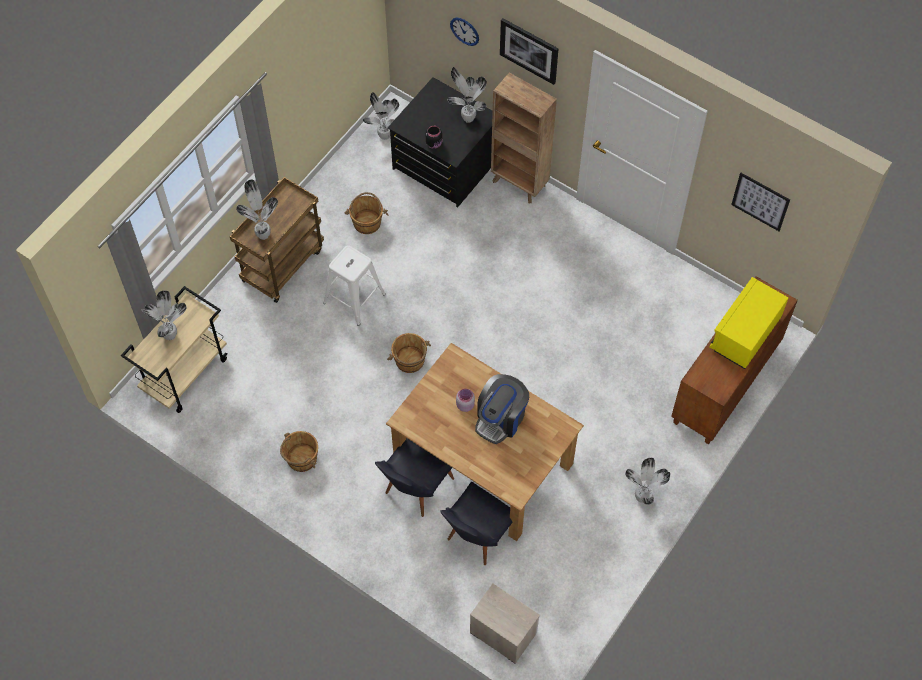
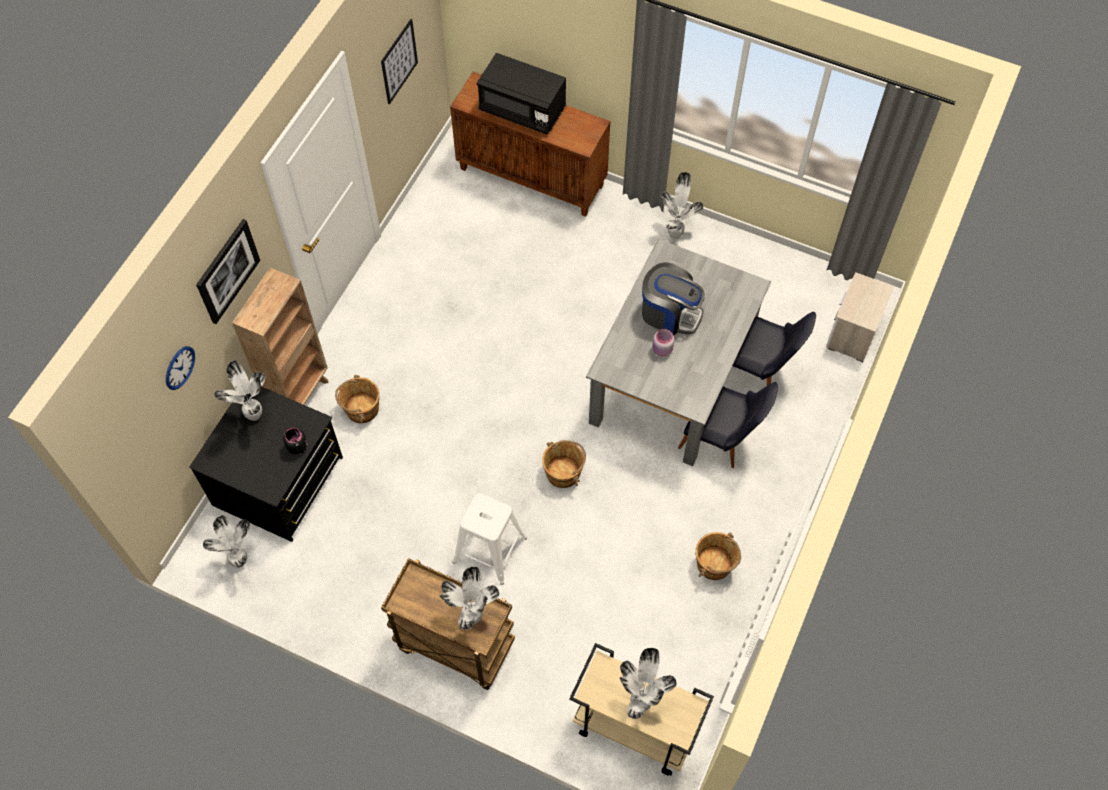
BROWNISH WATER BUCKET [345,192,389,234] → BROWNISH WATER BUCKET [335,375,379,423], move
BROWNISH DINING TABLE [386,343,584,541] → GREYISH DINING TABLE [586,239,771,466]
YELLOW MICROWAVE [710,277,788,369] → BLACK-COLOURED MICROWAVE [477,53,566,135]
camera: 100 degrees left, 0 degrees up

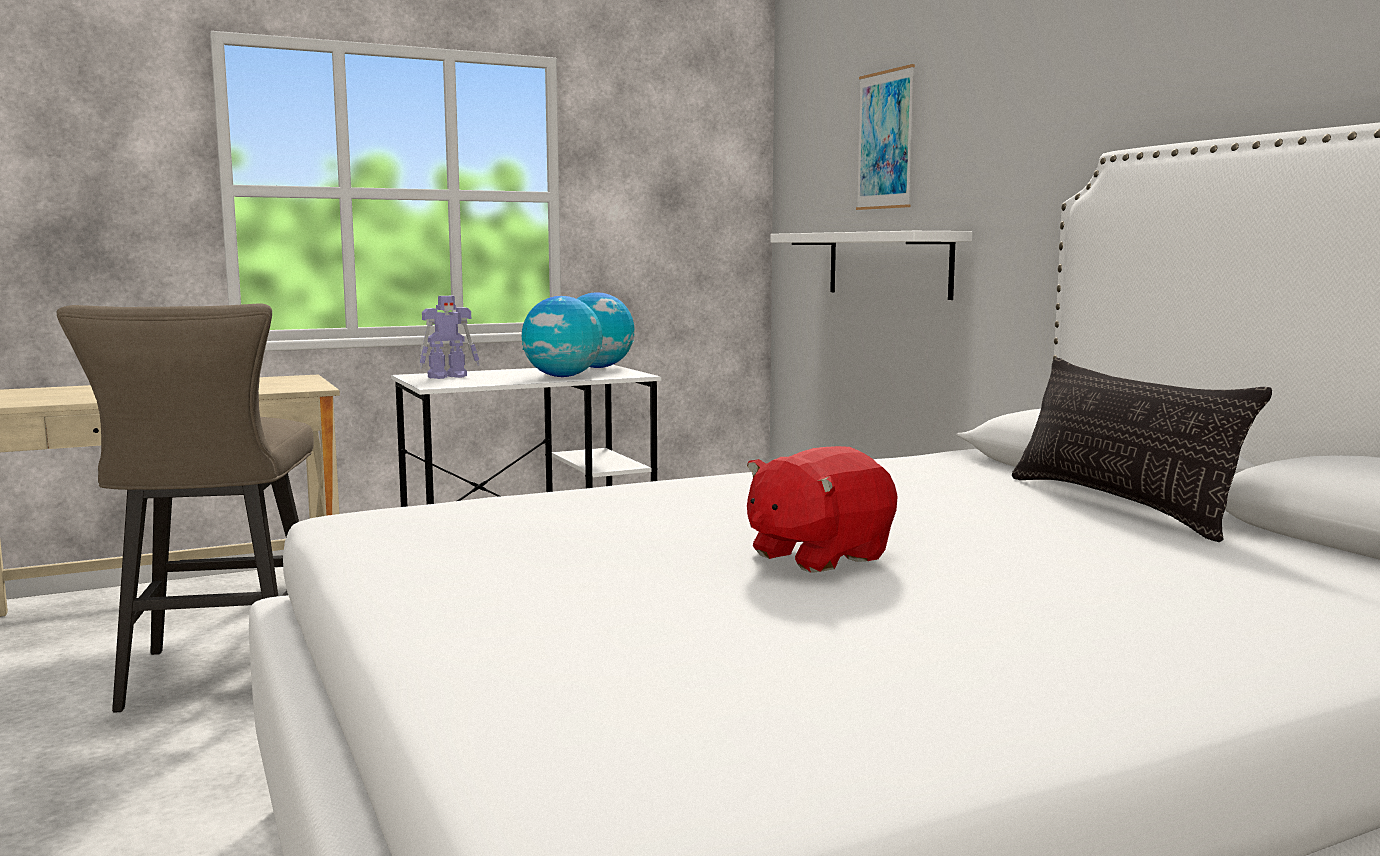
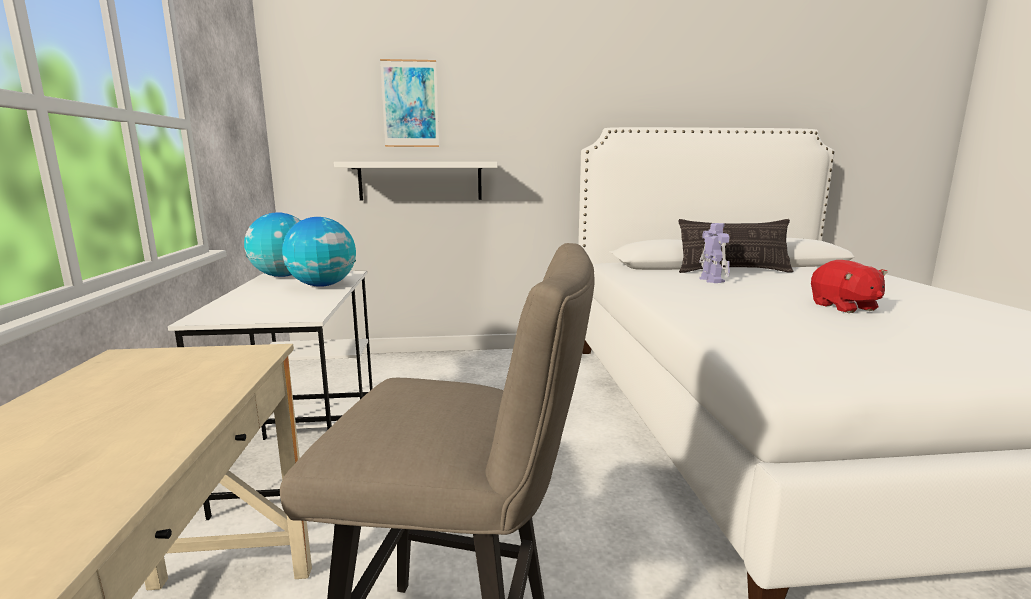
TOY ROBOT [419,296,479,379] → TOY ROBOT [699,223,730,283], move
camera: 70 degrees left, 5 degrees up

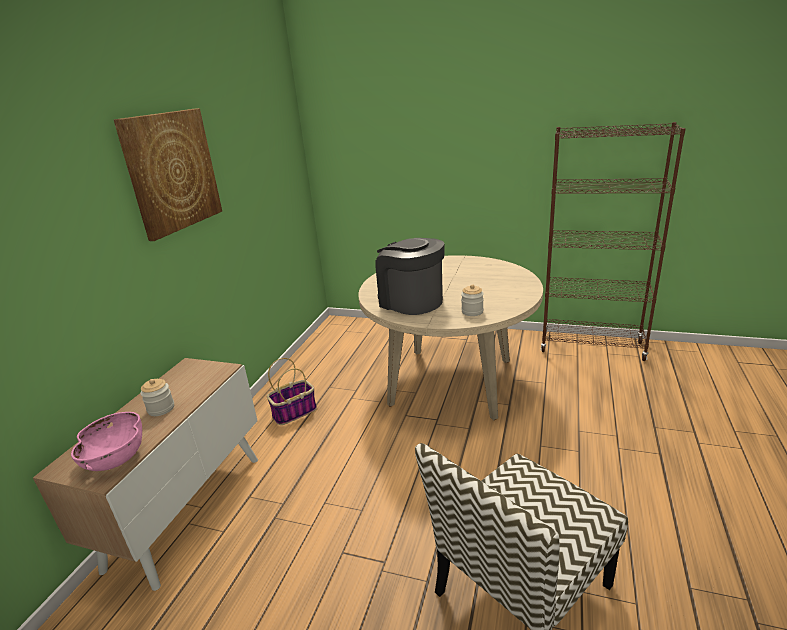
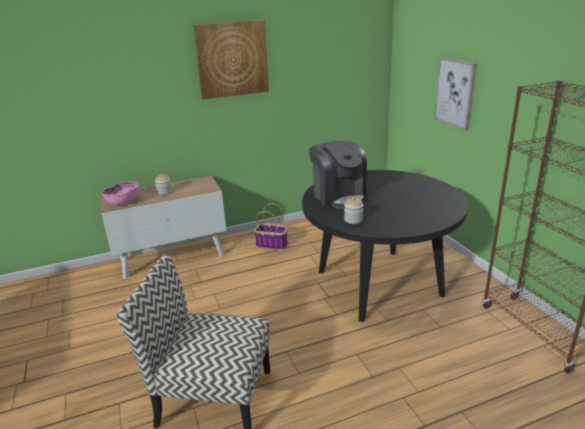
- → PICTURE [434,57,477,131]
BEIGE DINING TABLE [358,255,543,421] → BLACK-COLOURED DINING TABLE [302,170,468,322]
COFFEE MAKER [375,238,445,315] → COFFEE MAKER [309,141,367,208], 150 degrees clockwise
camera: 50 degrees right, 0 degrees up

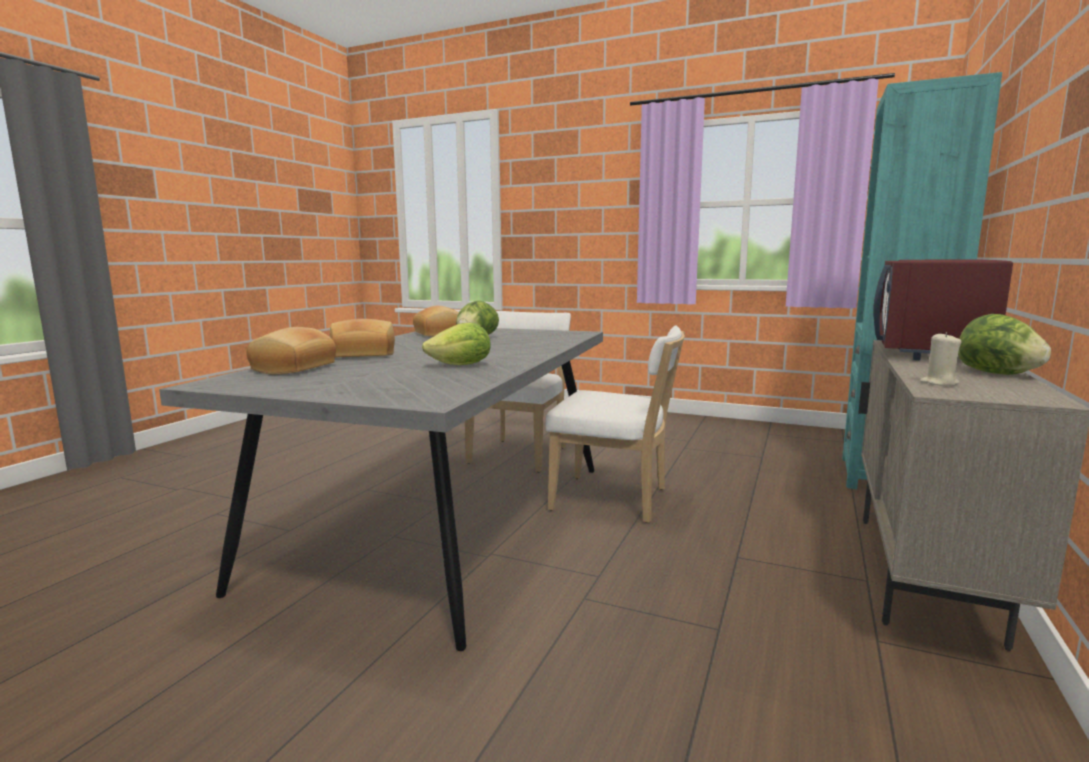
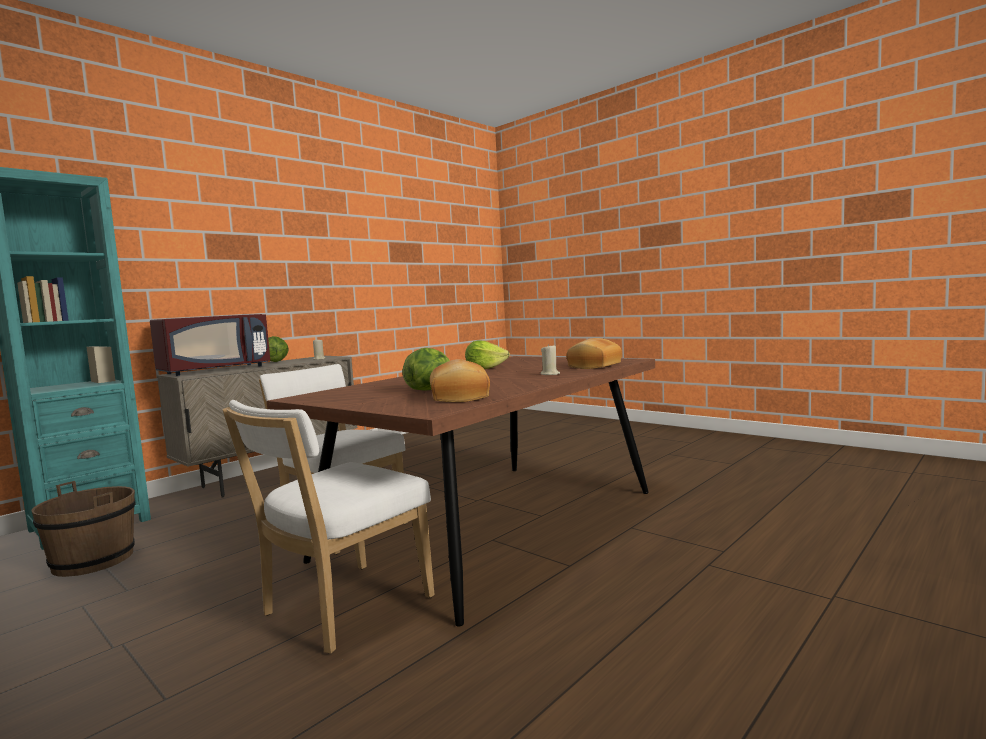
- → BROWNISH WATER BUCKET [32,481,135,577]
BAKED BREAD [330,319,395,357] → BEIGE WAX CANDLE [540,344,560,375]
GREYISH DINING TABLE [159,328,603,651] → BROWNISH DINING TABLE [267,356,655,627]
camera: 160 degrees left, 5 degrees down

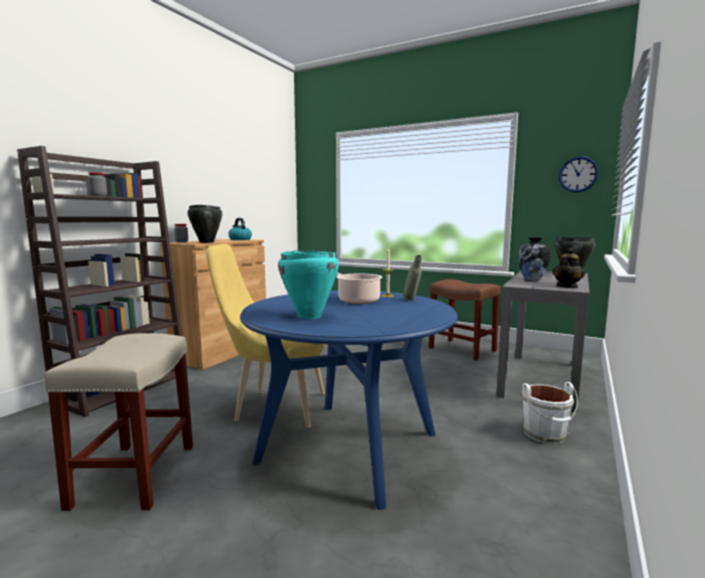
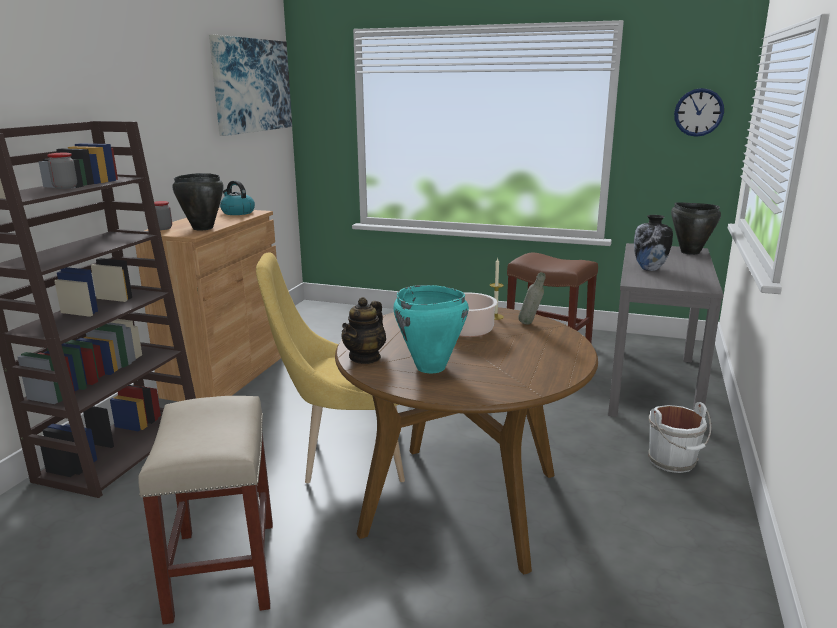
- → PICTURE [209,35,292,136]
POT FOR TEA [552,248,585,288] → POT FOR TEA [341,297,386,364], move
BLUISH DINING TABLE [240,290,458,510] → BROWNISH DINING TABLE [335,307,598,574]
camera: 10 degrees left, 10 degrees up

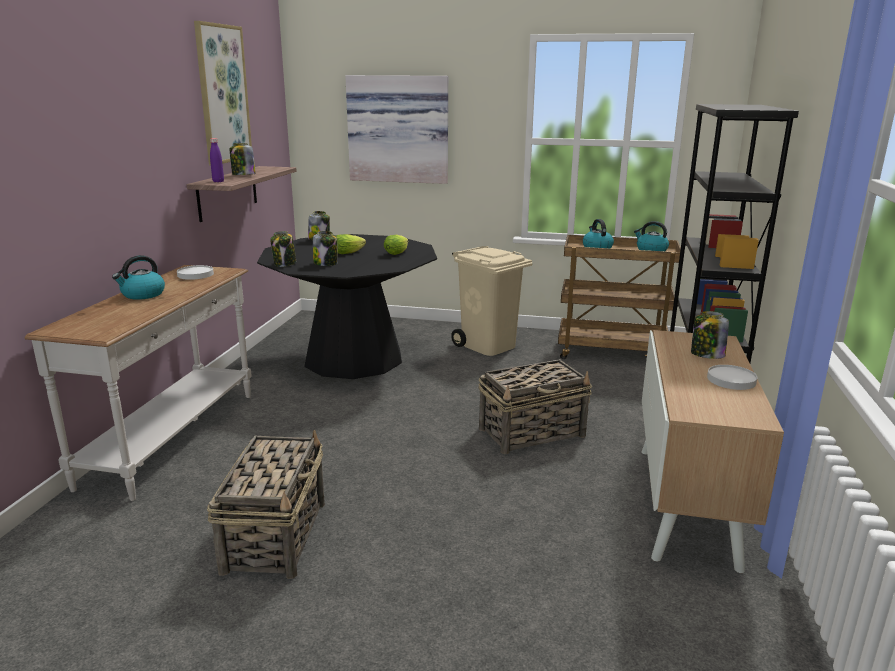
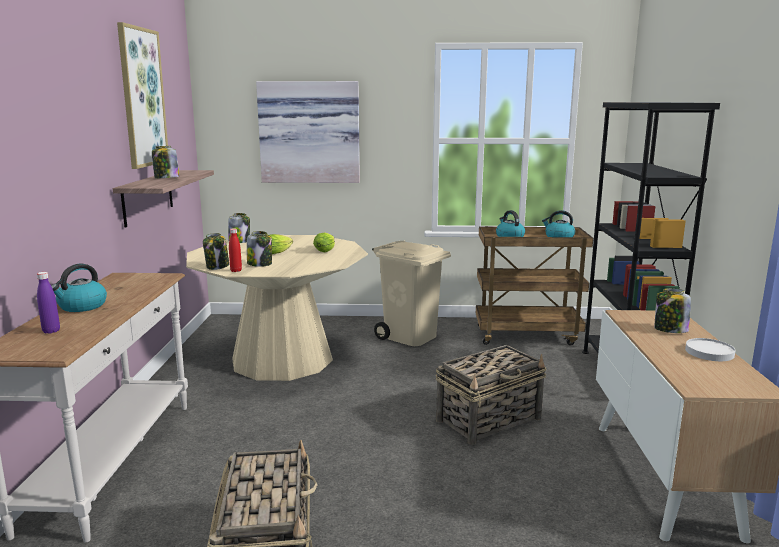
WHITISH DINNER PLATE [177,265,214,280] → -
- → RED DRINK BOTTLE [229,228,242,272]
PURPLE DRINK BOTTLE [210,138,224,182] → PURPLE DRINK BOTTLE [37,272,60,334], move
BLACK-COLOURED DINING TABLE [257,234,437,379] → BEIGE DINING TABLE [186,235,368,381]
camera: 10 degrees left, 5 degrees down

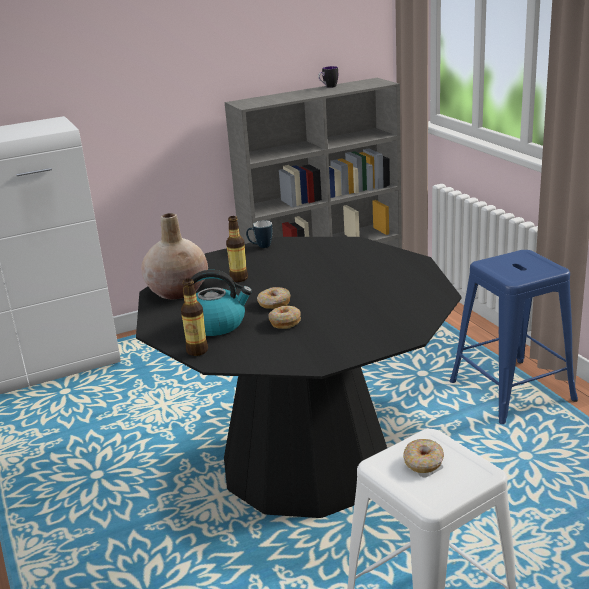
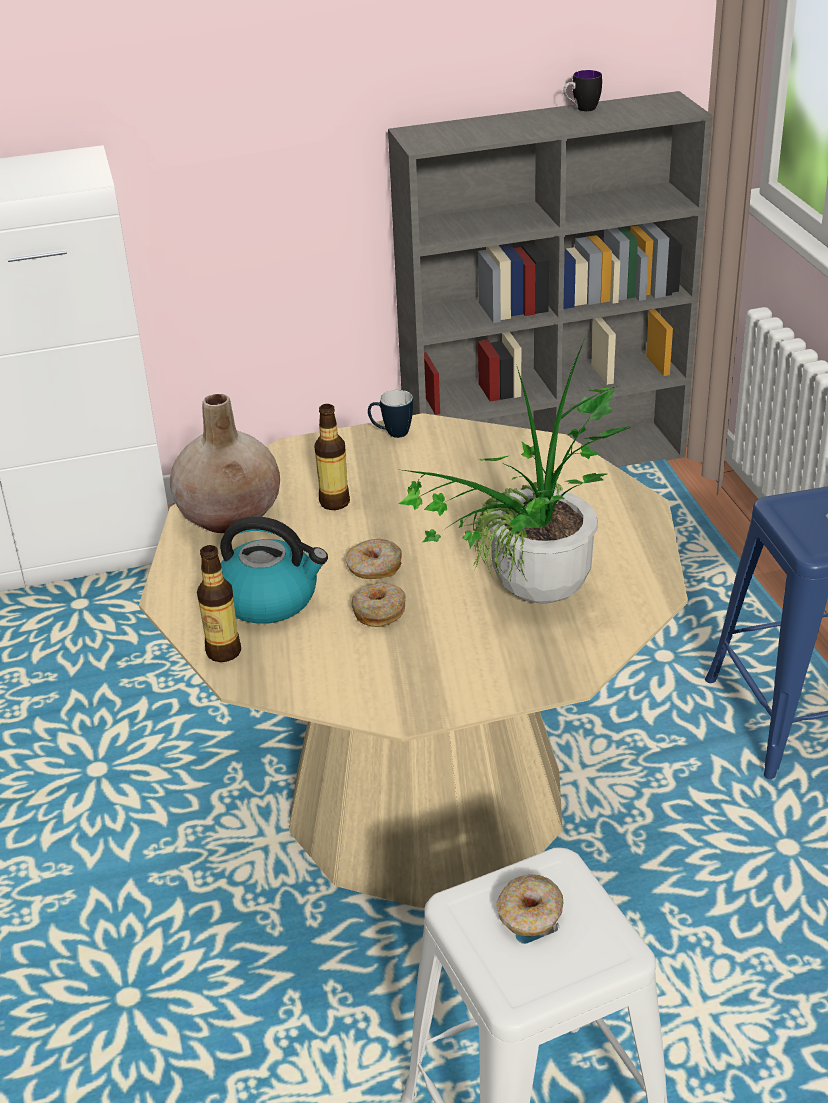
- → HOUSEPLANT [397,336,631,604]
BLACK-COLOURED DINING TABLE [136,237,461,518] → BEIGE DINING TABLE [139,413,688,908]
camera: 10 degrees right, 10 degrees up

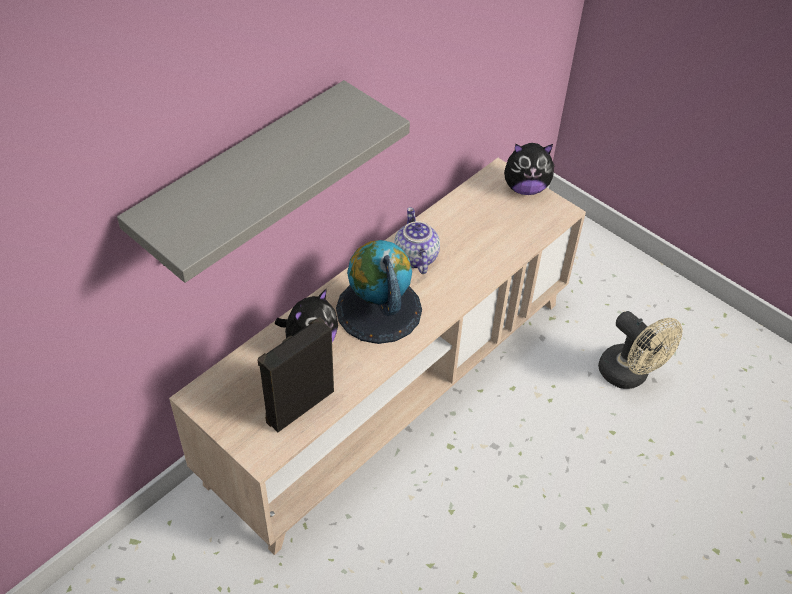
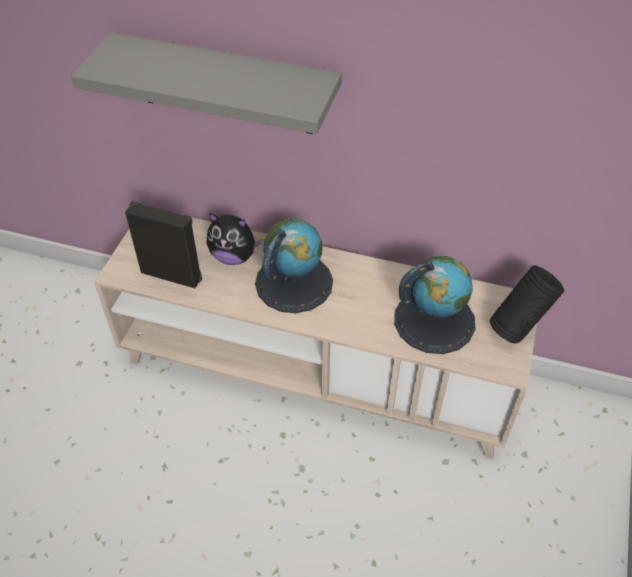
POT FOR TEA [394,207,440,274] → -
BEIGE FAN [598,311,683,389] → -
- → GLOBE [394,256,475,354]
CUDDLY TOY [504,143,555,195] → BLACK-COLOURED VASE [490,265,564,343]
camera: 65 degrees right, 0 degrees up

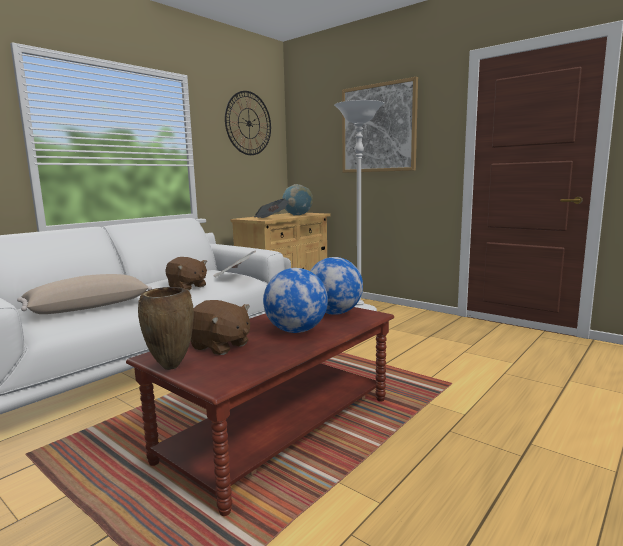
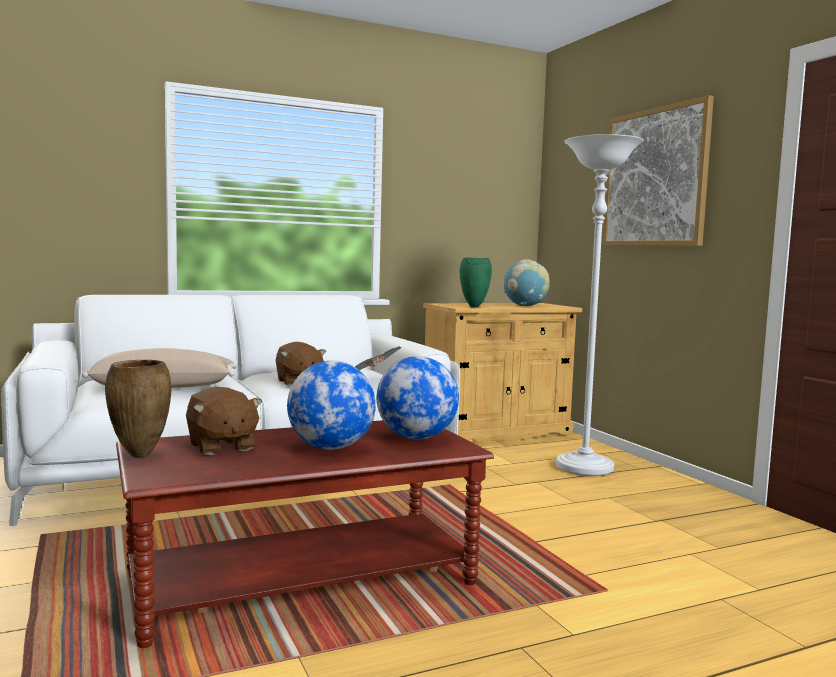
HANGING CLOCK [225,91,271,155] → -
NEWSPAPER [254,199,289,218] → GREEN-COLOURED VASE [460,258,492,307]
camera: 25 degrees right, 5 degrees down

